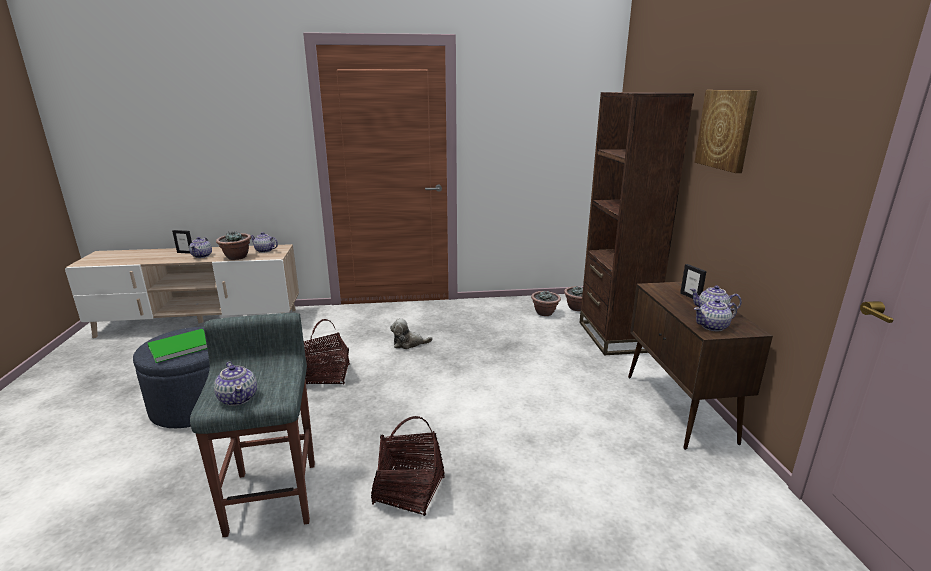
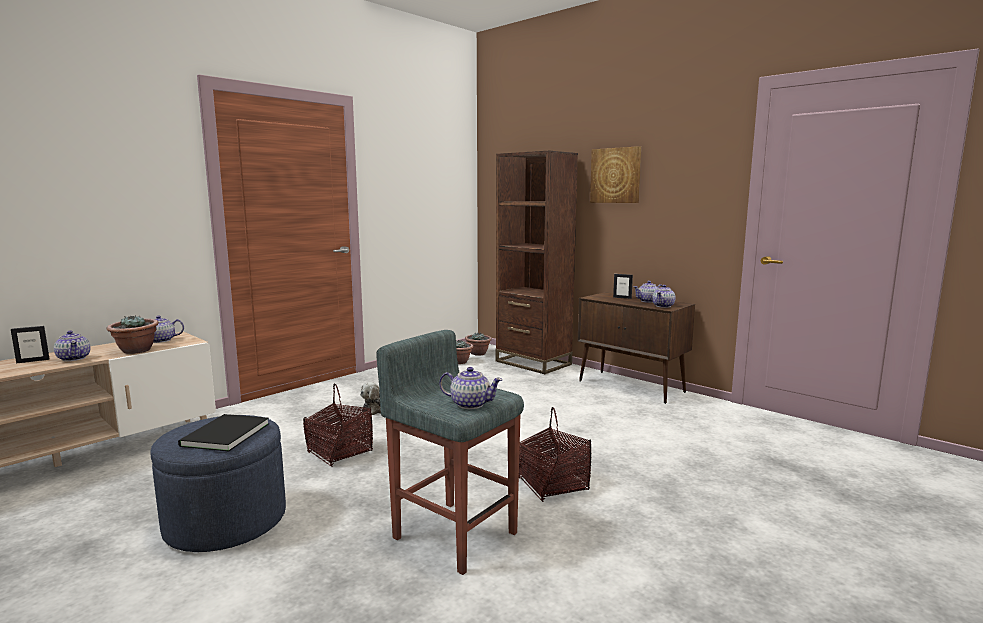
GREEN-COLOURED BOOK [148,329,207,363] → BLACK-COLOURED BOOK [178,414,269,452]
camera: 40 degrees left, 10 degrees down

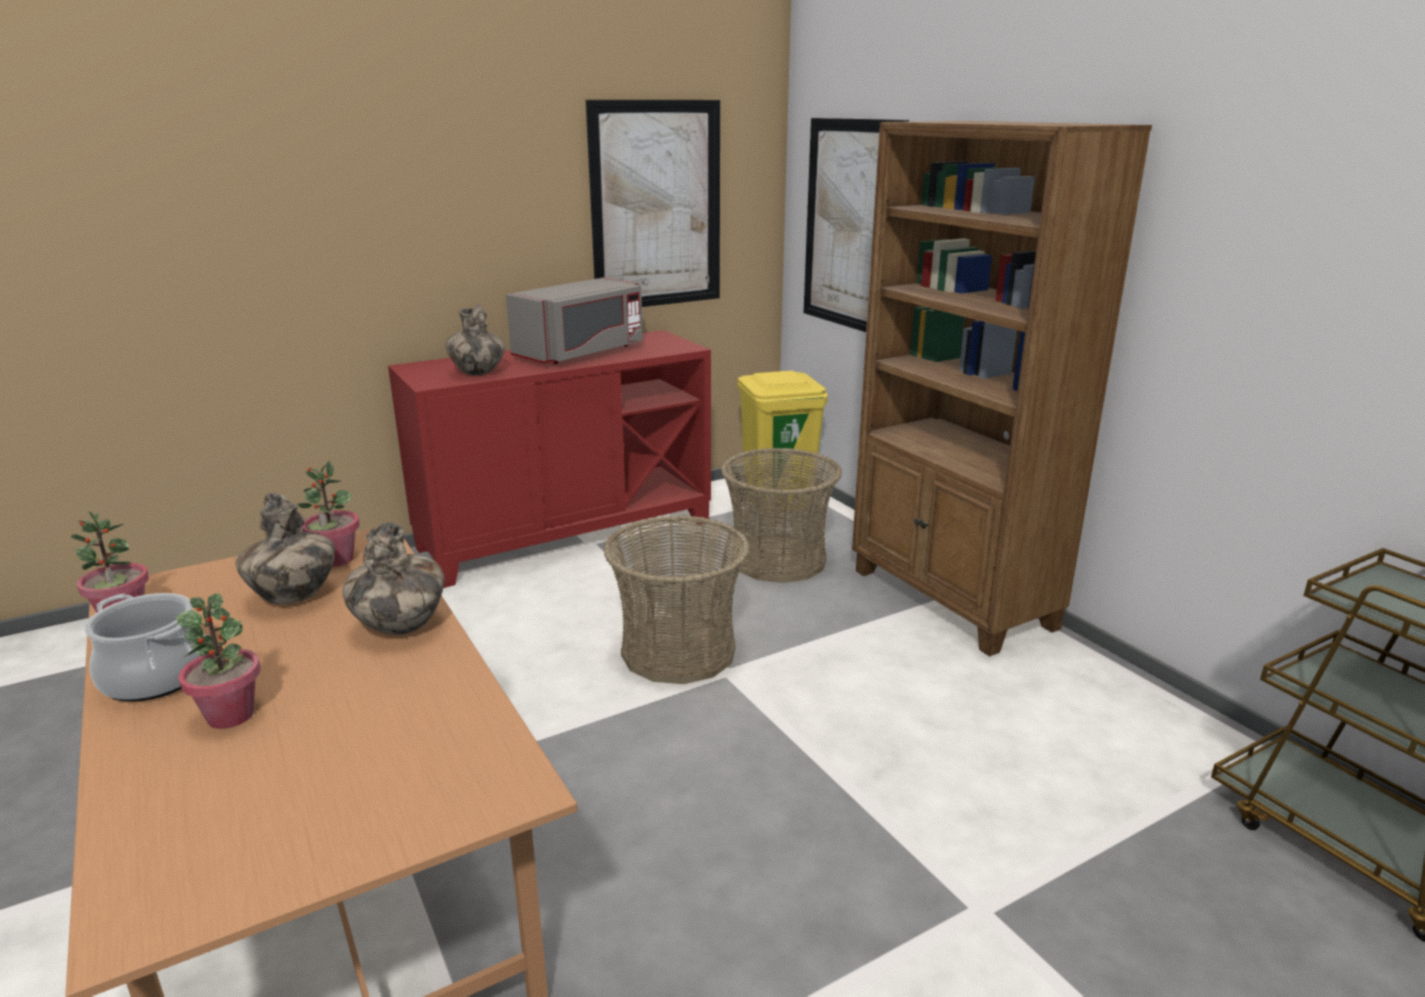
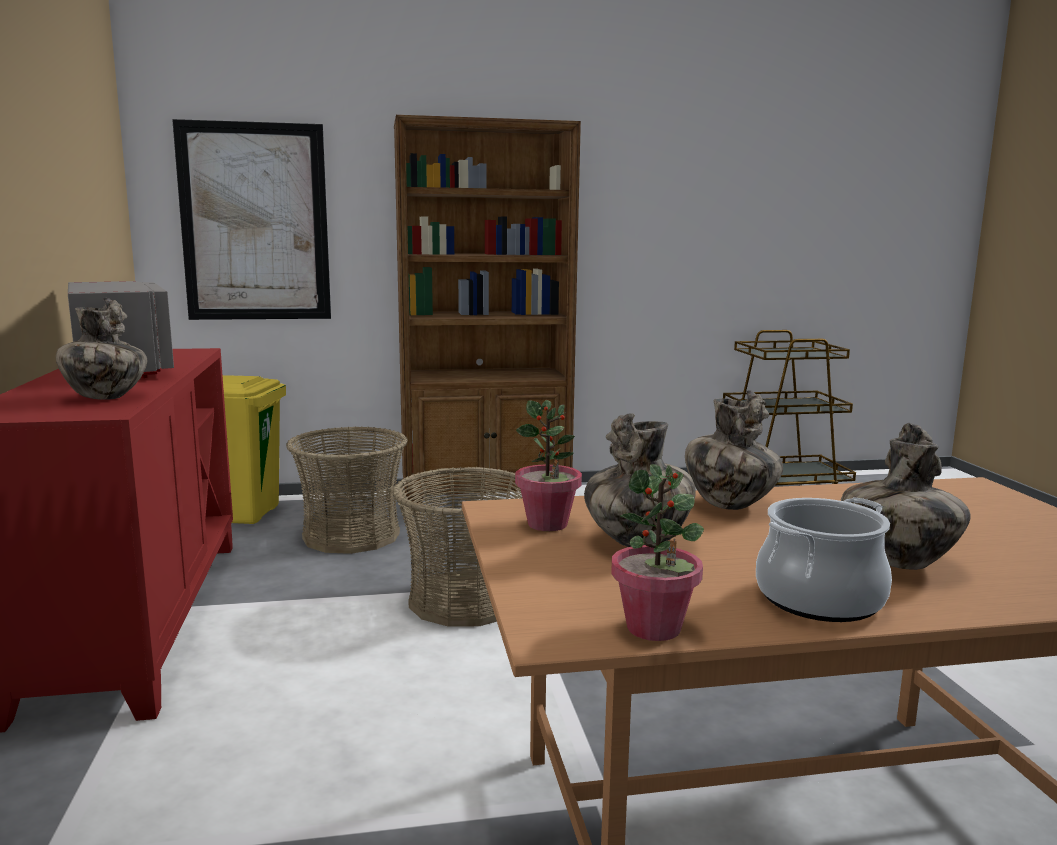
PICTURE [586,100,720,307] → -
HOUSEPLANT [176,593,261,729] → VASE [841,423,971,570]
camera: 70 degrees left, 10 degrees down

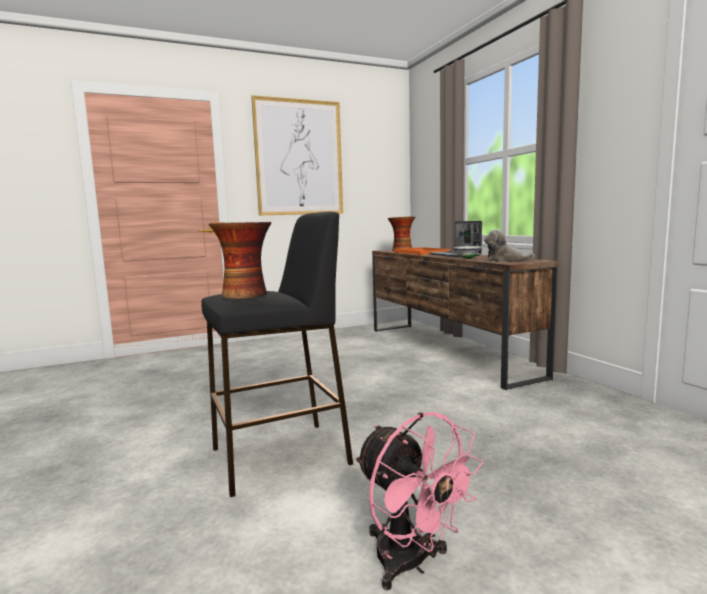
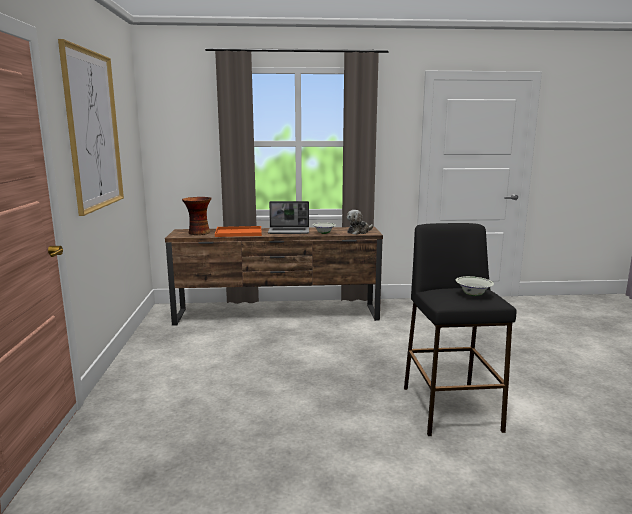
PINKISH FAN [355,412,483,590] → -
VASE [209,222,271,299] → WHITISH DEEP DISH [456,276,494,296]
camera: 70 degrees left, 5 degrees up

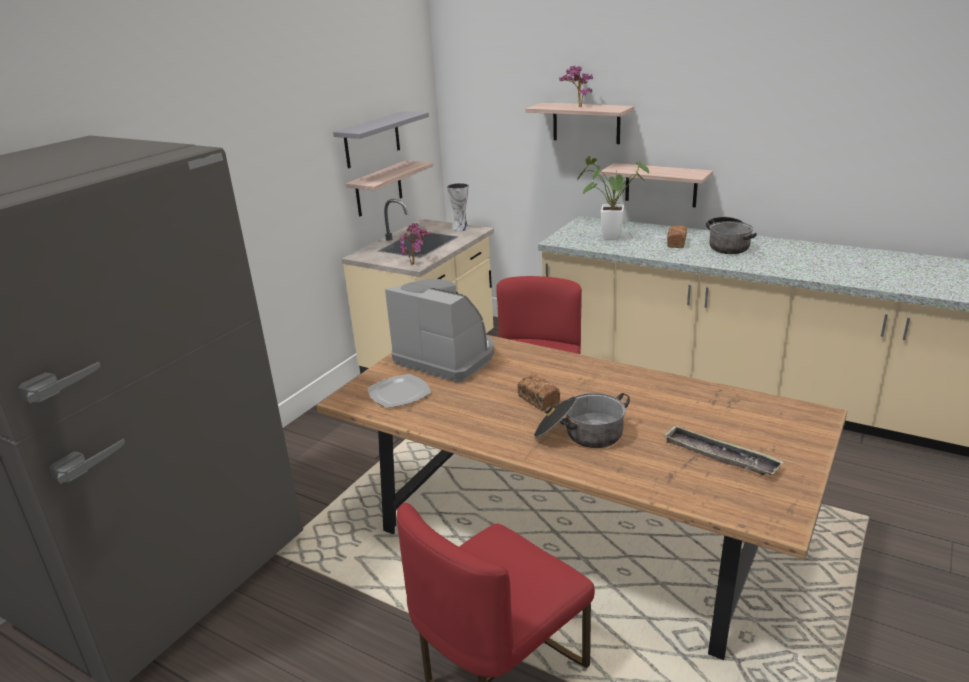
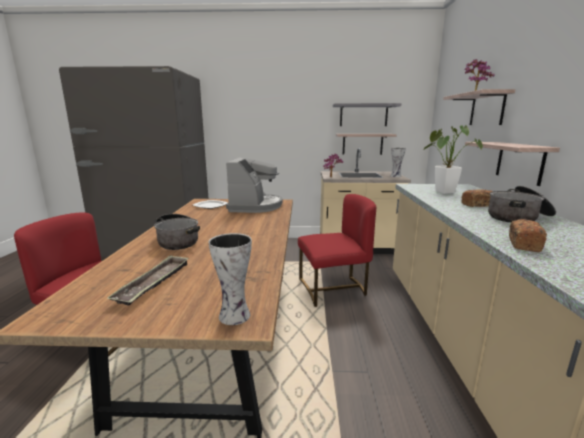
- → VASE [209,233,252,325]
BAKED BREAD [517,375,560,411] → BAKED BREAD [509,219,547,252], move
camera: 60 degrees right, 10 degrees down

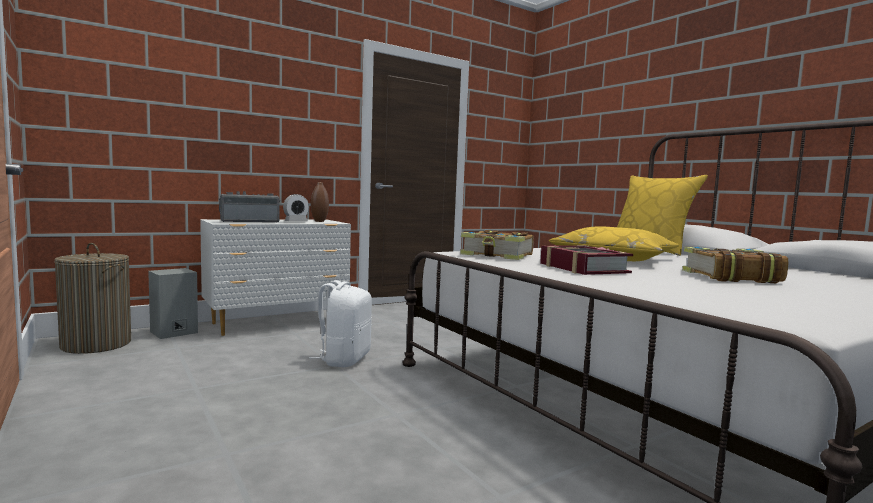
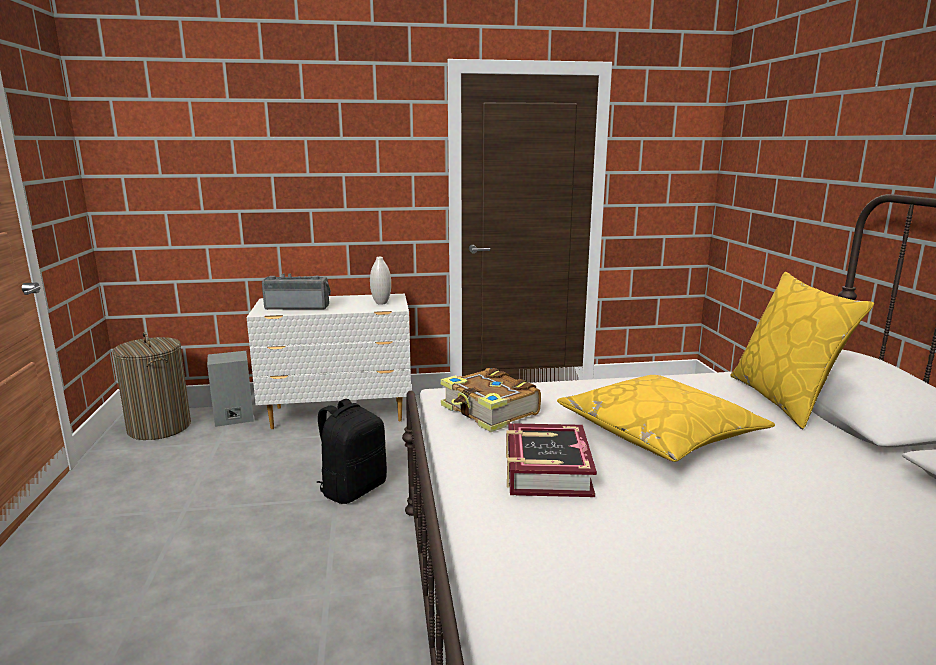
TABLE CLOCK [283,194,309,222] → -
BOOK [682,247,788,283] → -
WHITISH BACKPACK [309,280,372,367] → BLACK-COLOURED BACKPACK [316,399,387,504]
BROWNISH VASE [311,182,329,222] → WHITISH VASE [370,257,391,305]
camera: 25 degrees right, 10 degrees up

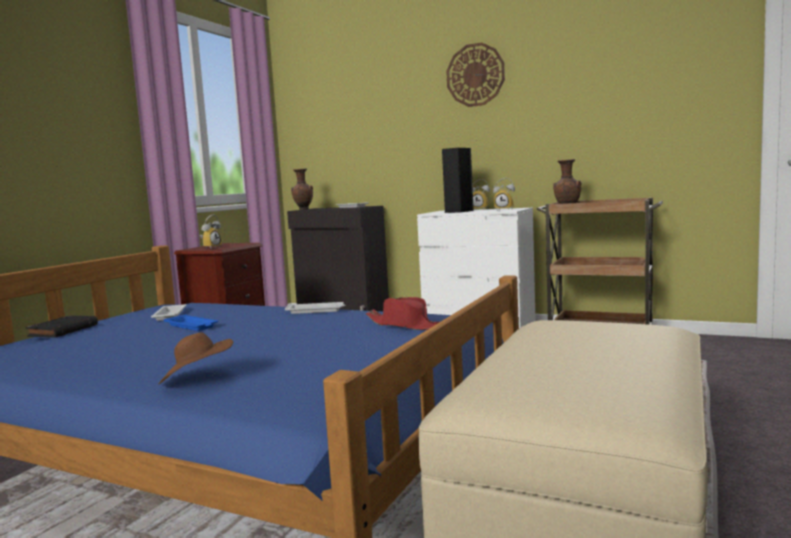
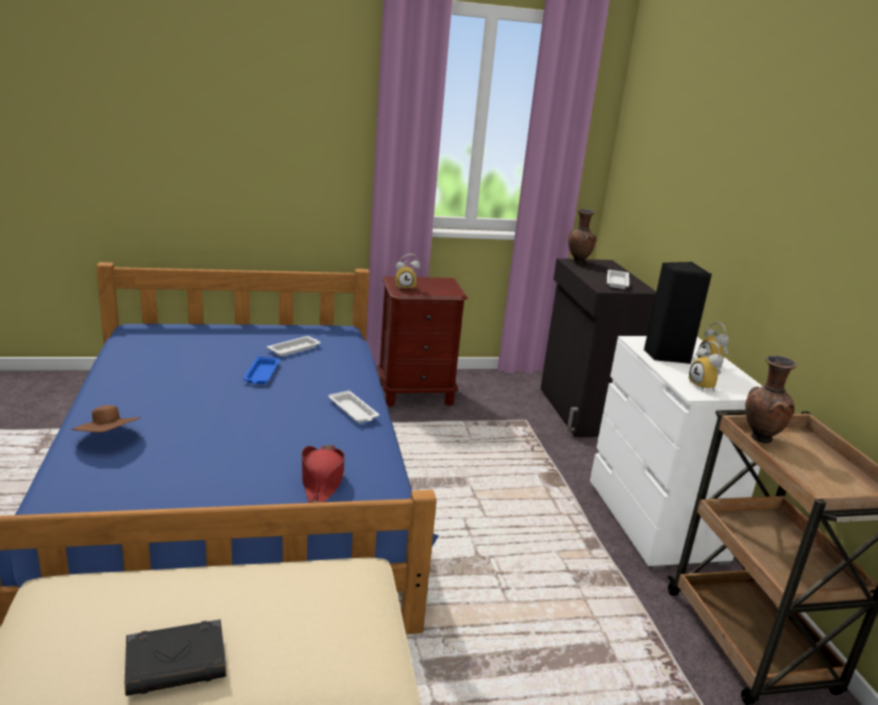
HANGING CLOCK [446,42,505,107] → -
BLACK-COLOURED BOOK [25,316,98,338] → BLACK-COLOURED BOOK [125,619,226,696], move
camera: 50 degrees right, 15 degrees up

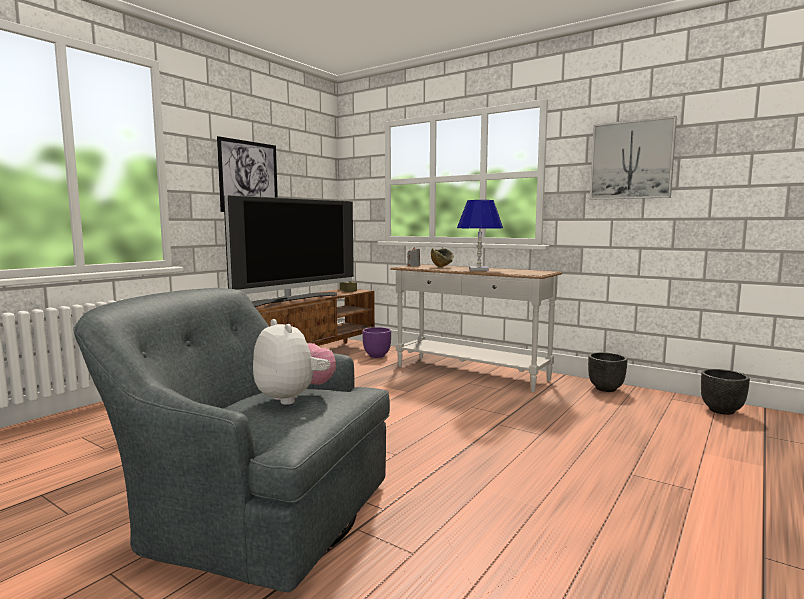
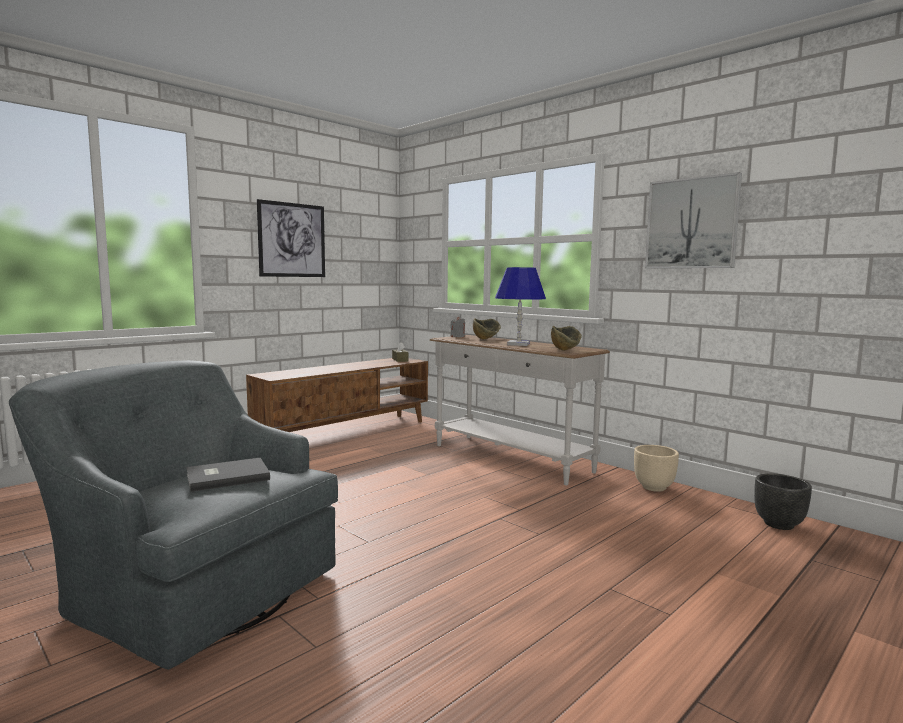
TELEVISION [223,195,354,307] → -
PURPLE PLANTER [362,327,391,358] → -
- → DEEP DISH [551,326,582,351]
CUDDLY TOY [253,319,336,405] → GREYISH BOOK [186,458,270,492]
BLACK-COLOURED PLANTER [588,352,627,392] → BEIGE PLANTER [634,445,679,492]
camera: 10 degrees right, 0 degrees up

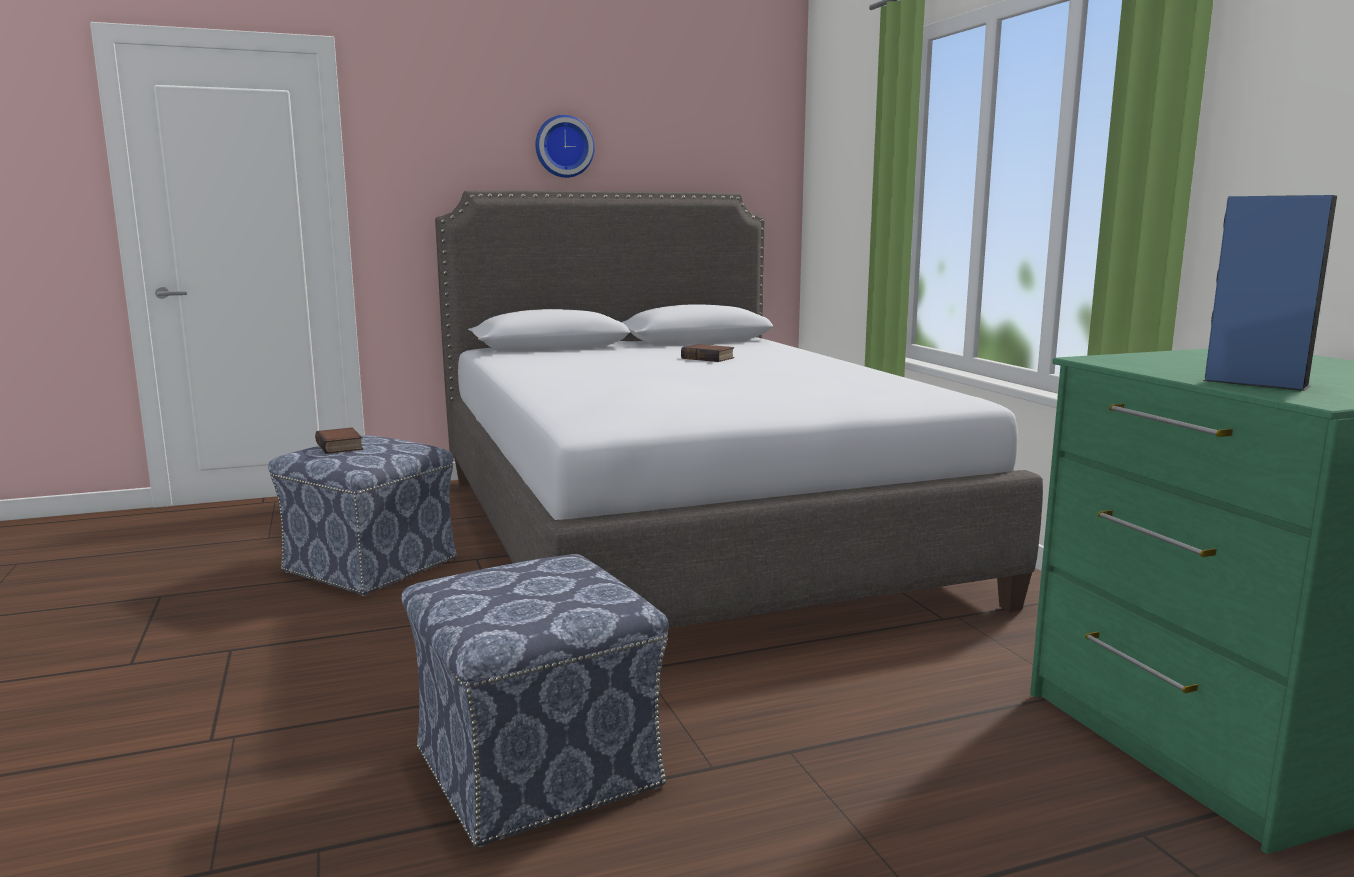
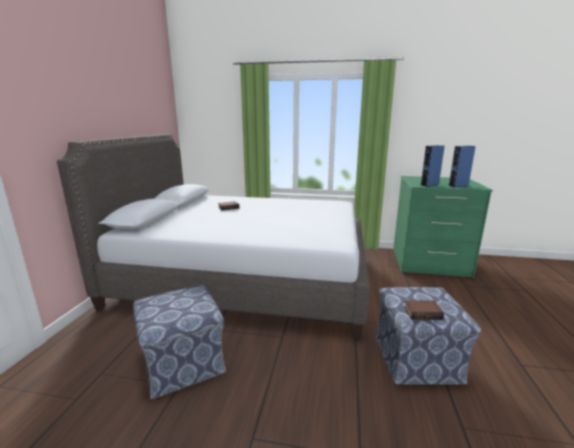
HANGING CLOCK [535,115,595,178] → -
- → BLUISH LOUDSPEAKER [420,145,445,187]
BOOK [315,428,363,454] → BOOK [404,300,444,320], move
camera: 60 degrees left, 5 degrees up

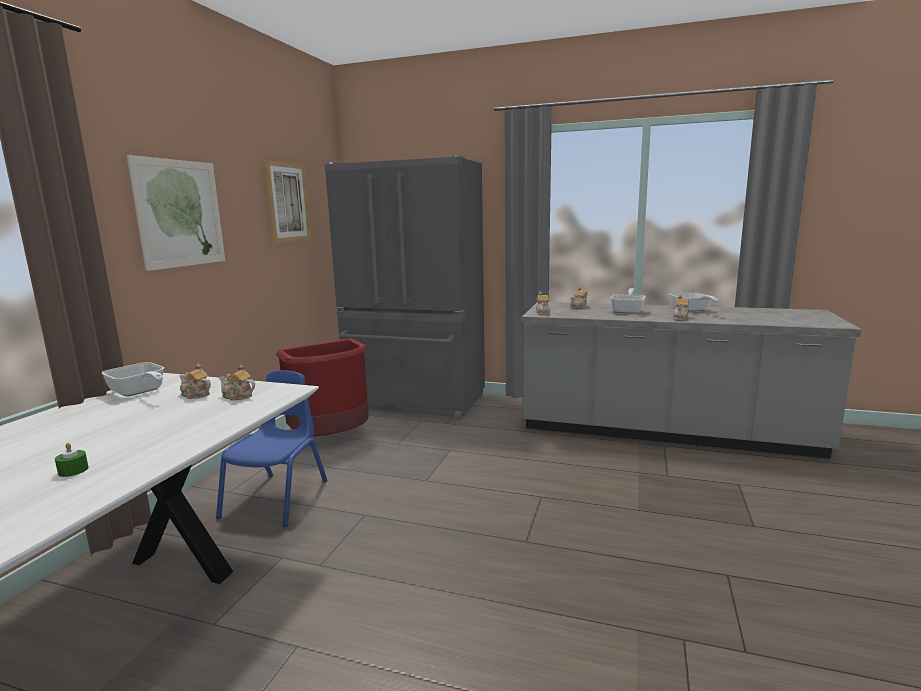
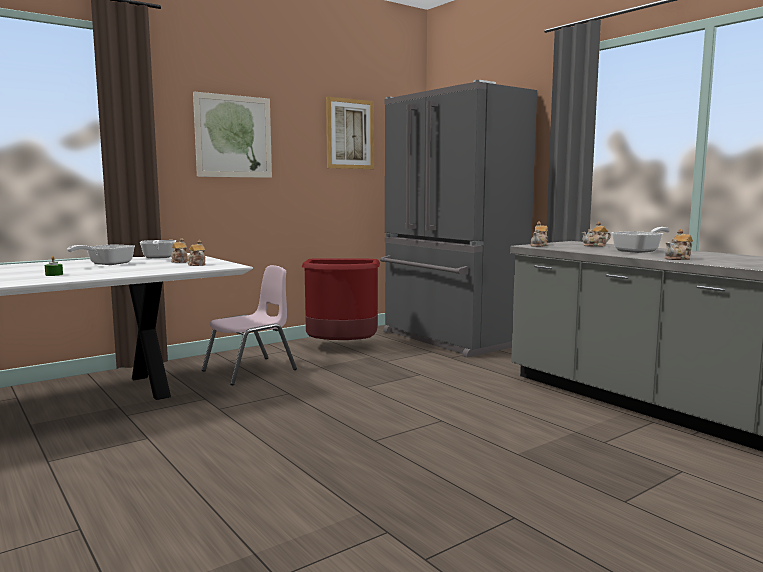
FRYING PAN [669,292,718,312] → FRYING PAN [67,244,135,265], move
BLUISH CHAIR [216,370,327,527] → PINKISH CHAIR [202,265,297,385]
camera: 35 degrees right, 5 degrees down

